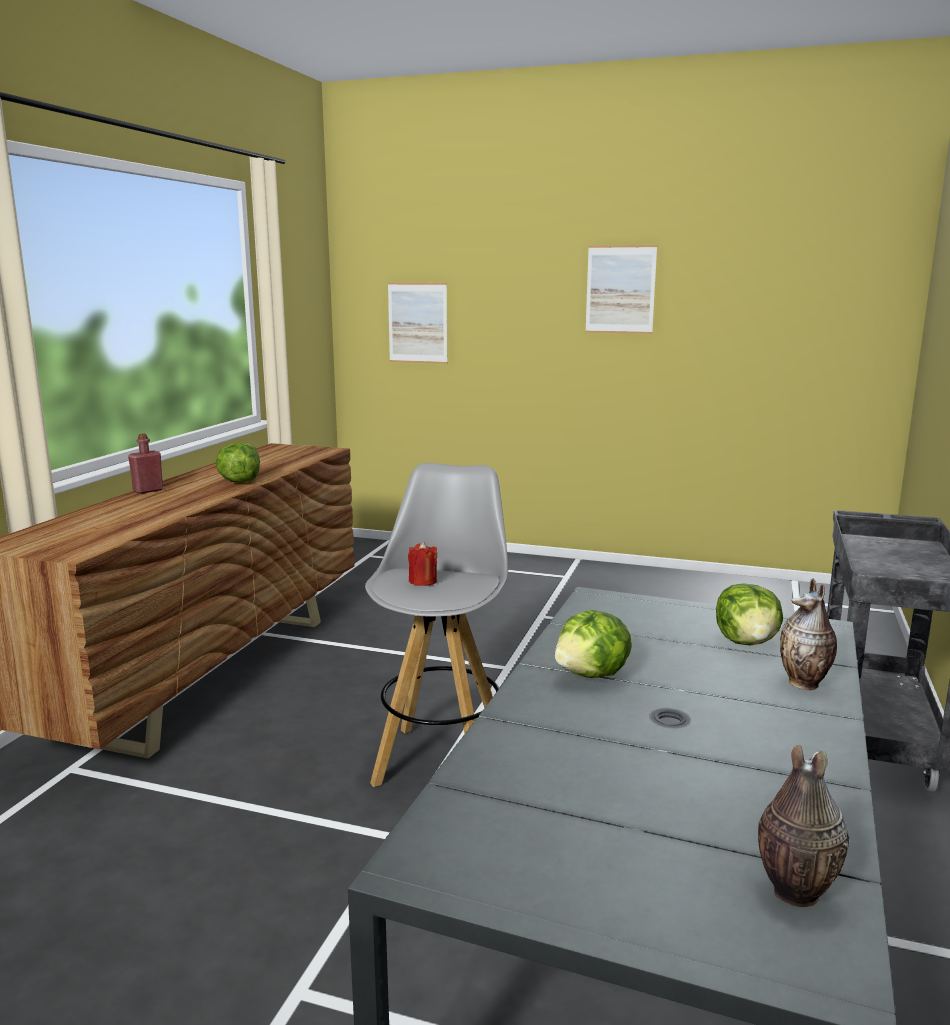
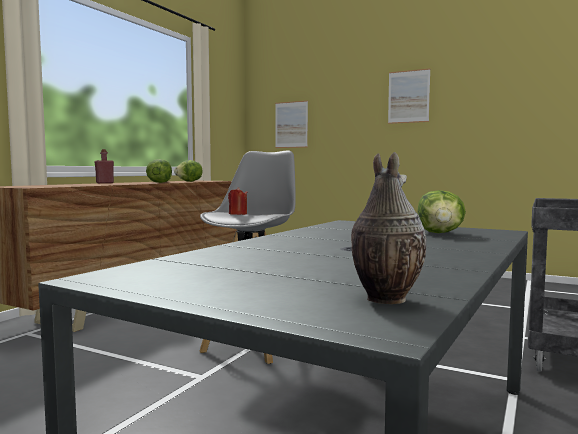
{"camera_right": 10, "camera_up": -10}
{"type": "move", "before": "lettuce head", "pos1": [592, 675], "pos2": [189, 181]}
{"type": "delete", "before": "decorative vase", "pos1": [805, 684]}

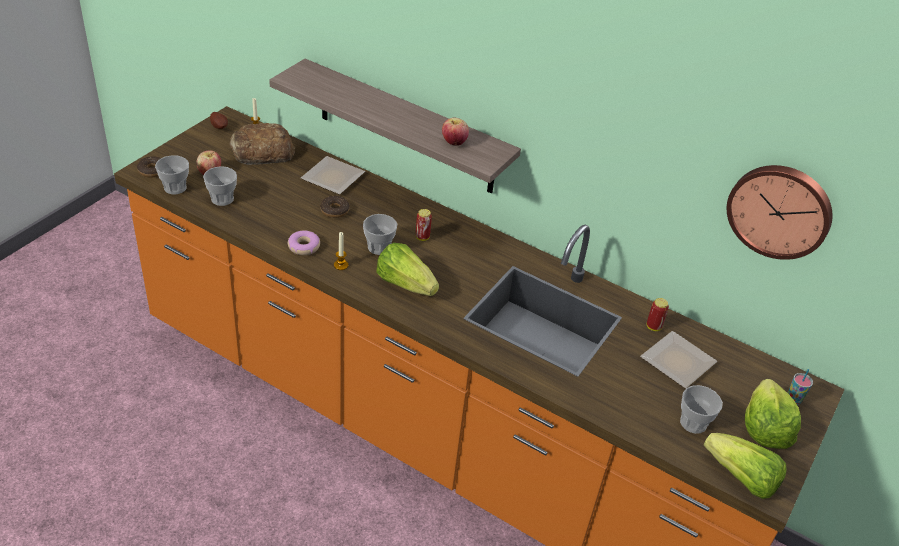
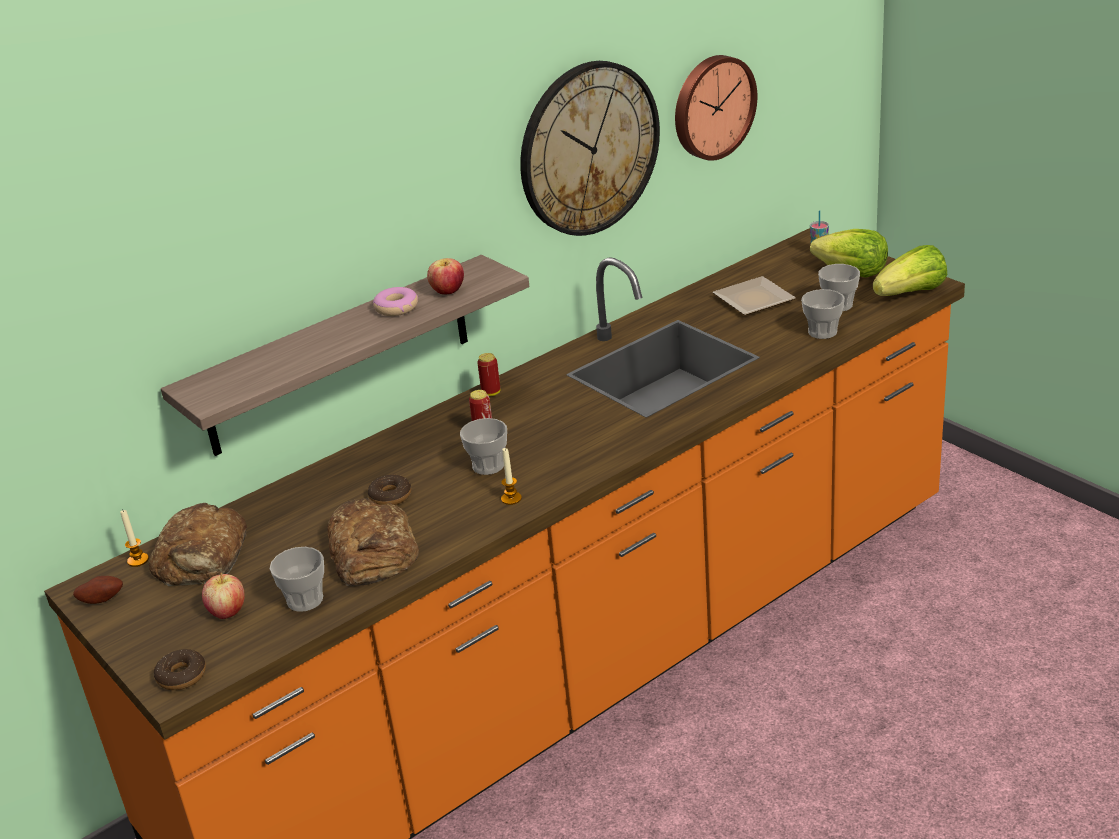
{"camera_right": -65, "camera_up": -10}
{"type": "insert", "after": "bread", "pos2": [372, 552]}
{"type": "move", "before": "donut", "pos1": [303, 247], "pos2": [396, 308]}
{"type": "move", "before": "sealed can", "pos1": [653, 327], "pos2": [491, 393]}
{"type": "insert", "after": "clock on the wall", "pos2": [589, 148]}
{"type": "move", "before": "cup", "pos1": [175, 188], "pos2": [822, 332]}
{"type": "delete", "before": "plate", "pos1": [333, 179]}
{"type": "delete", "before": "lettuce head", "pos1": [405, 284]}

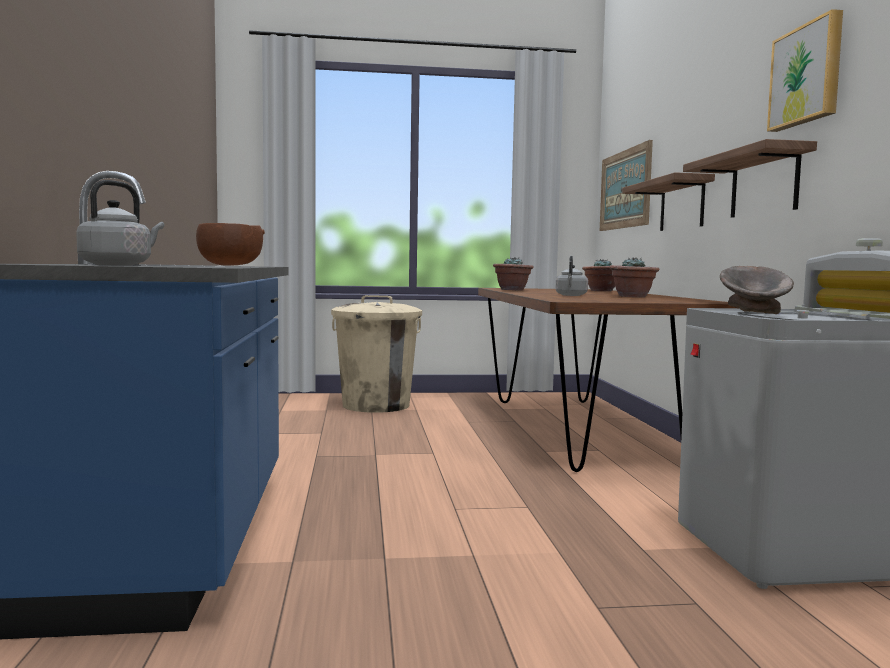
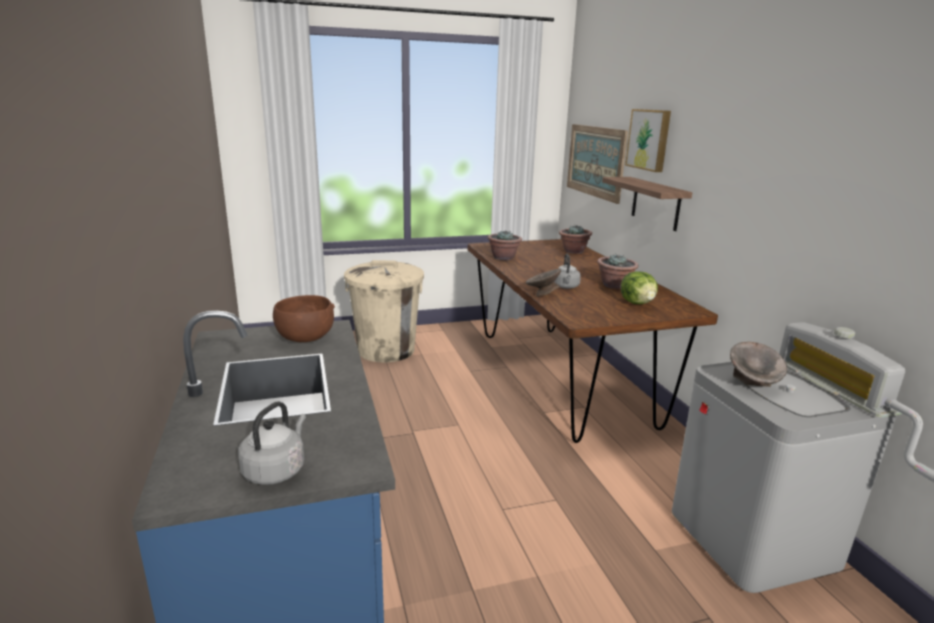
{"camera_right": -10, "camera_up": 15}
{"type": "insert", "after": "bowl (gray)", "pos2": [542, 294]}
{"type": "insert", "after": "lettuce head", "pos2": [638, 303]}
{"type": "move", "before": "wall picture", "pos1": [807, 75], "pos2": [649, 139]}
{"type": "delete", "before": "shelf", "pos1": [764, 184]}

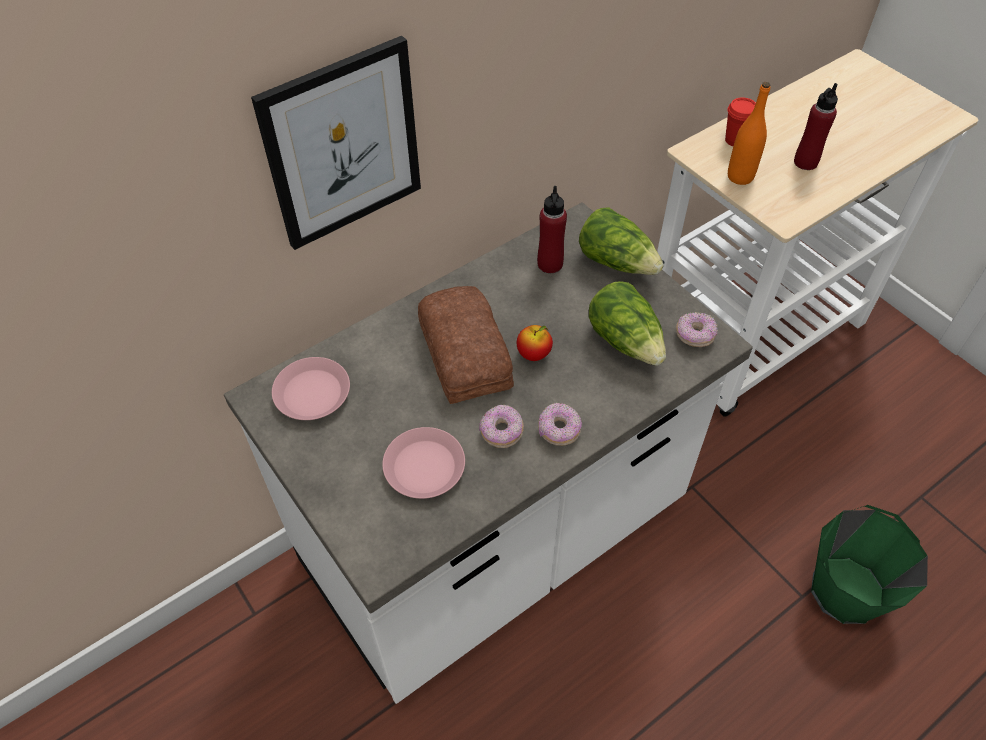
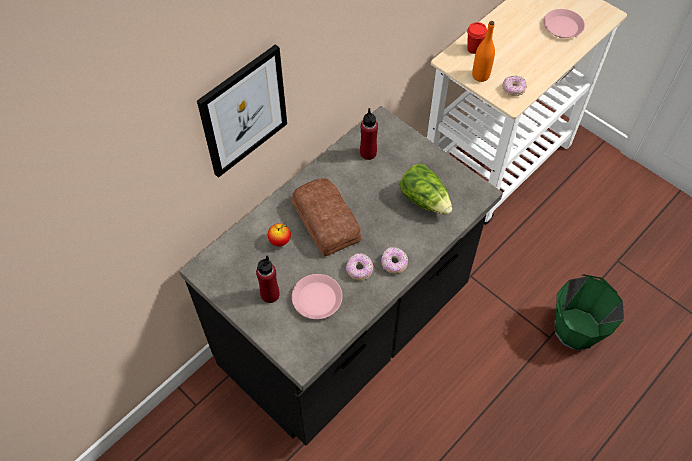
{"camera_right": -10, "camera_up": 5}
{"type": "recolor", "before": "counter (white-coloured)", "after": "counter (black-coloured)", "pos1": [494, 538], "pos2": [346, 330]}
{"type": "move", "before": "bottle (red)", "pos1": [805, 162], "pos2": [270, 294]}
{"type": "move", "before": "apple", "pos1": [534, 354], "pos2": [280, 241]}
{"type": "move", "before": "donut", "pos1": [694, 336], "pos2": [513, 89]}
{"type": "move", "before": "plate (pinkish)", "pos1": [313, 393], "pos2": [563, 27]}
{"type": "delete", "before": "lettuce head", "pos1": [617, 262]}

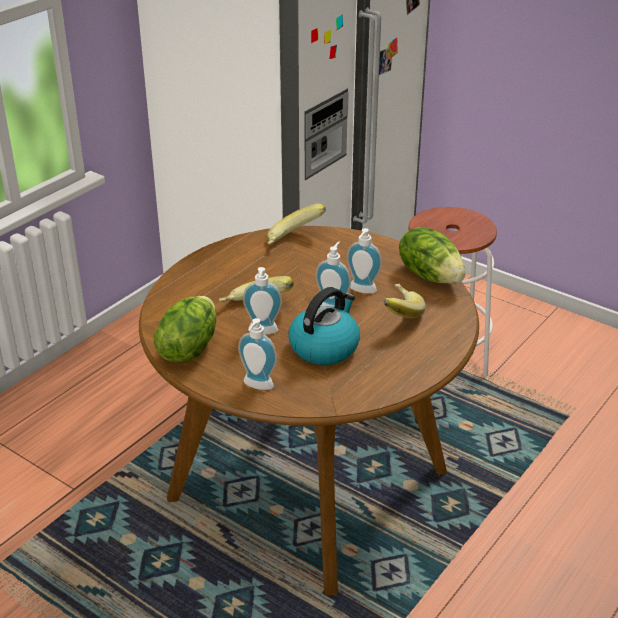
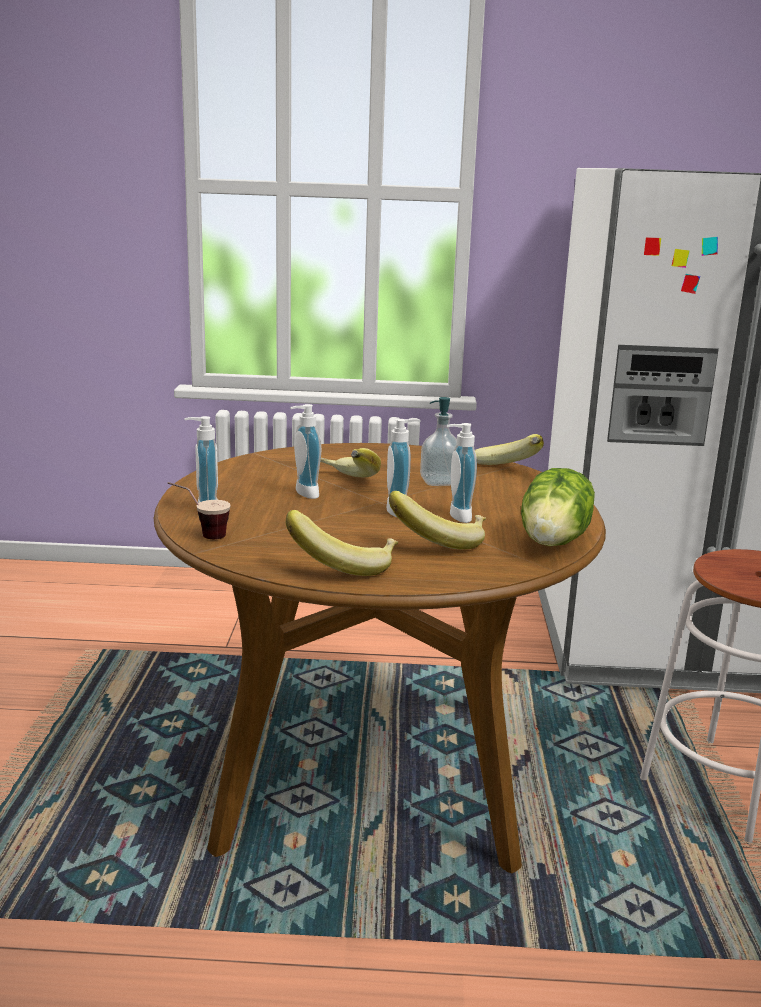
{"camera_right": 55, "camera_up": -15}
{"type": "insert", "after": "cup", "pos2": [200, 536]}
{"type": "insert", "after": "banana fruit", "pos2": [344, 565]}
{"type": "insert", "after": "soap dispenser", "pos2": [439, 482]}
{"type": "delete", "before": "lettuce head", "pos1": [188, 348]}
{"type": "delete", "before": "tea kettle", "pos1": [324, 347]}

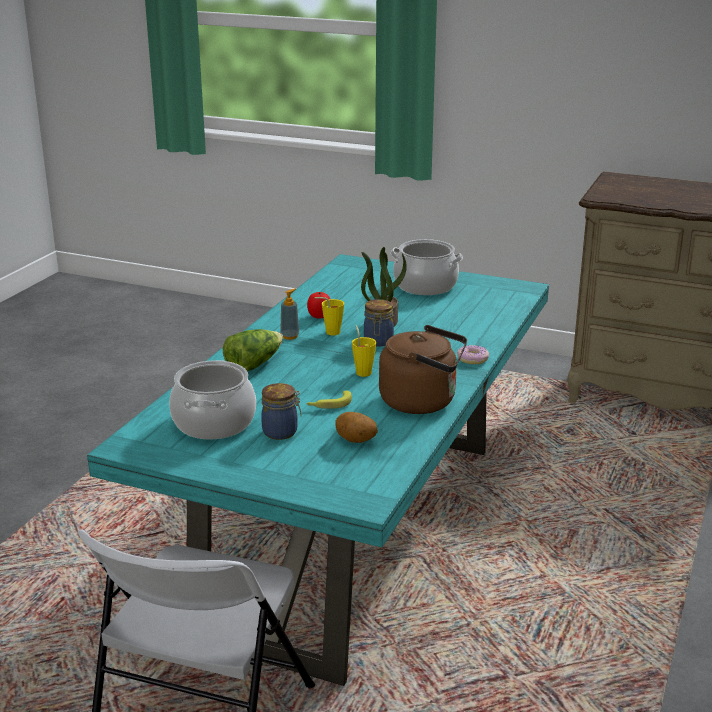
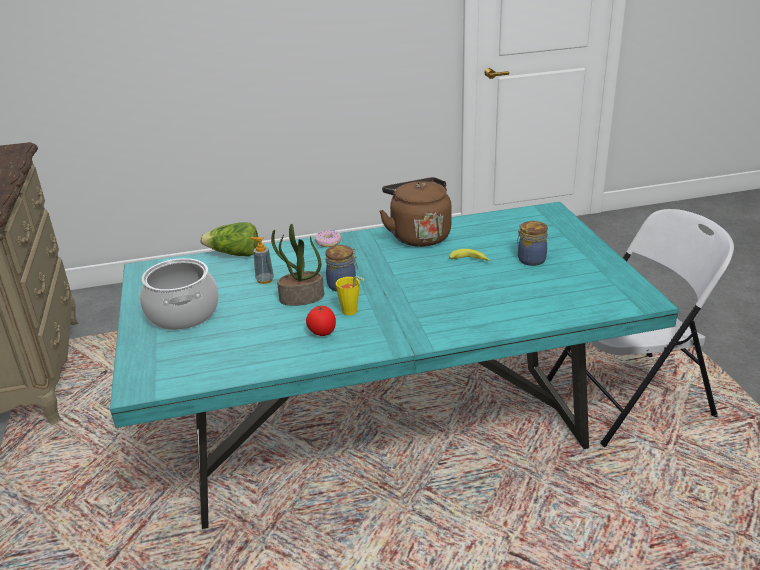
{"camera_right": -125, "camera_up": 5}
{"type": "move", "before": "lettuce head", "pos1": [253, 364], "pos2": [234, 254]}
{"type": "move", "before": "soap dispenser", "pos1": [290, 336], "pos2": [264, 280]}
{"type": "delete", "before": "saucepot", "pos1": [213, 423]}
{"type": "delete", "before": "spud", "pos1": [355, 441]}
{"type": "delete", "before": "cup (yellow-coloured)", "pos1": [363, 371]}

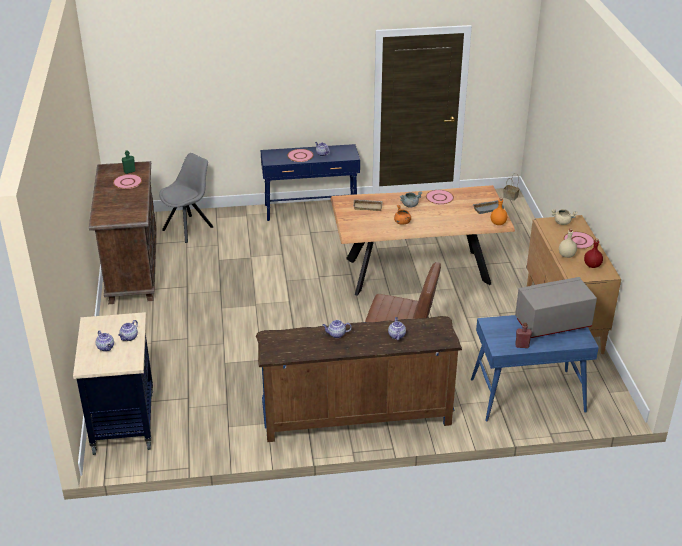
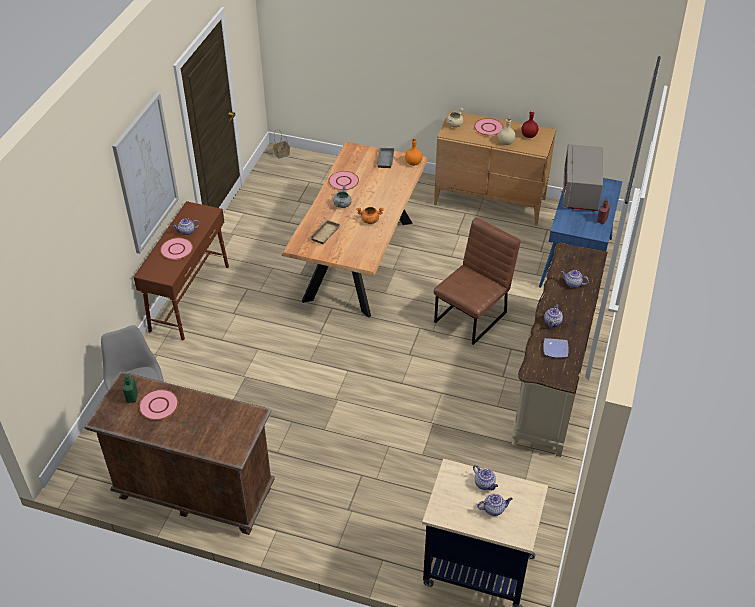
{"camera_right": -65, "camera_up": 10}
{"type": "insert", "after": "wall picture", "pos2": [146, 174]}
{"type": "recolor", "before": "console table (bluish)", "after": "console table (brown)", "pos1": [311, 210], "pos2": [190, 298]}
{"type": "recolor", "before": "cupboard (bluish)", "after": "cupboard (beige-coloured)", "pos1": [356, 415], "pos2": [552, 380]}
{"type": "insert", "after": "plate", "pos2": [555, 349]}

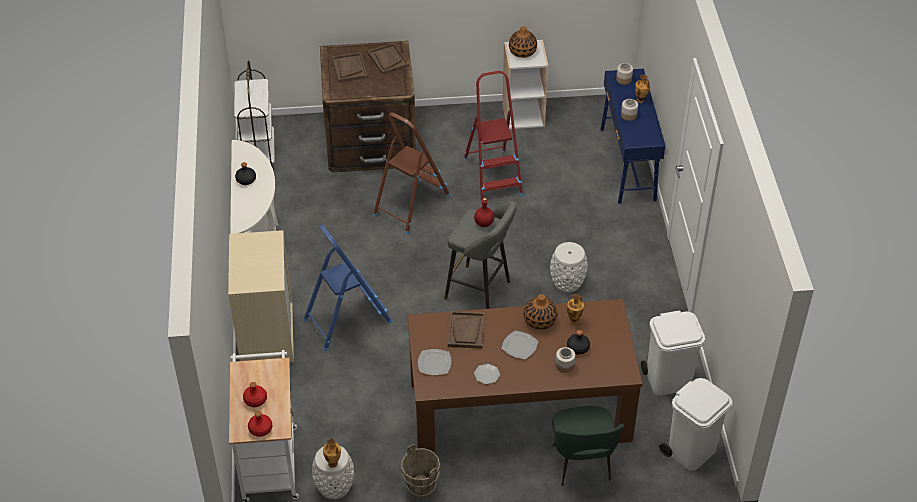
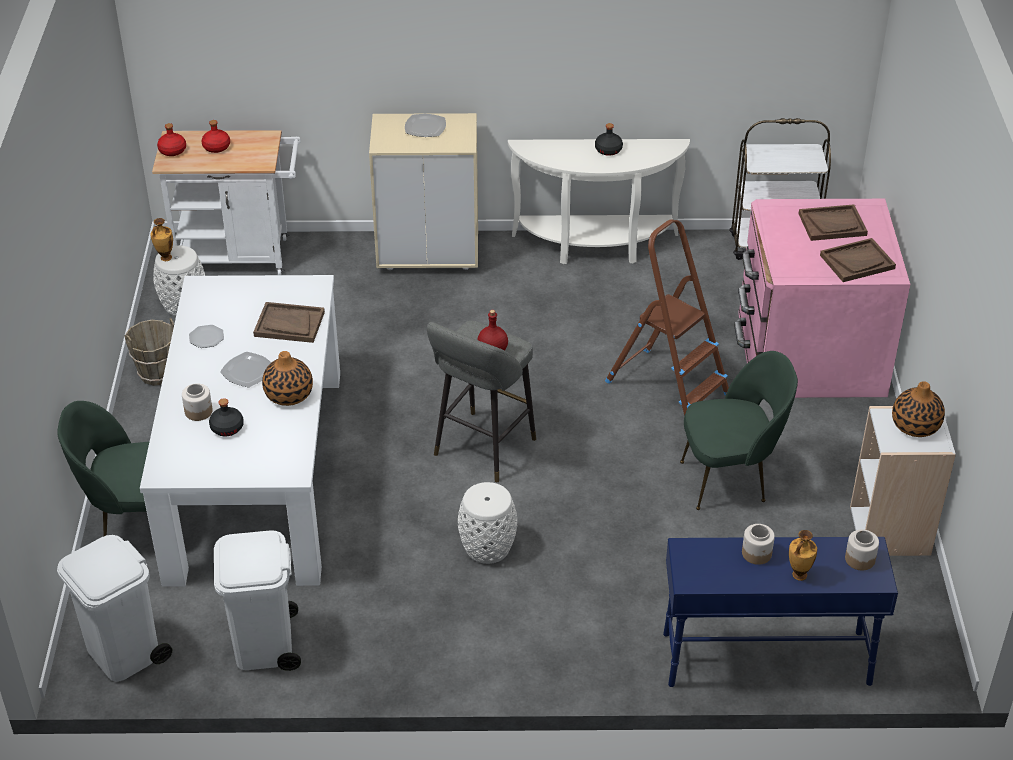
{"camera_right": 95, "camera_up": -5}
{"type": "recolor", "before": "dining table (brown)", "after": "dining table (white-coloured)", "pos1": [519, 407], "pos2": [256, 473]}
{"type": "move", "before": "plate", "pos1": [434, 363], "pos2": [425, 127]}
{"type": "replace", "before": "step stool (red)", "after": "upright chair (green)", "pos1": [493, 177], "pos2": [730, 481]}
{"type": "recolor", "before": "dresser (brown)", "after": "dresser (pinkish)", "pos1": [371, 141], "pos2": [808, 353]}
{"type": "delete", "before": "step stool (bluish)", "pos1": [348, 320]}
{"type": "delete", "before": "decorative vase", "pos1": [574, 321]}

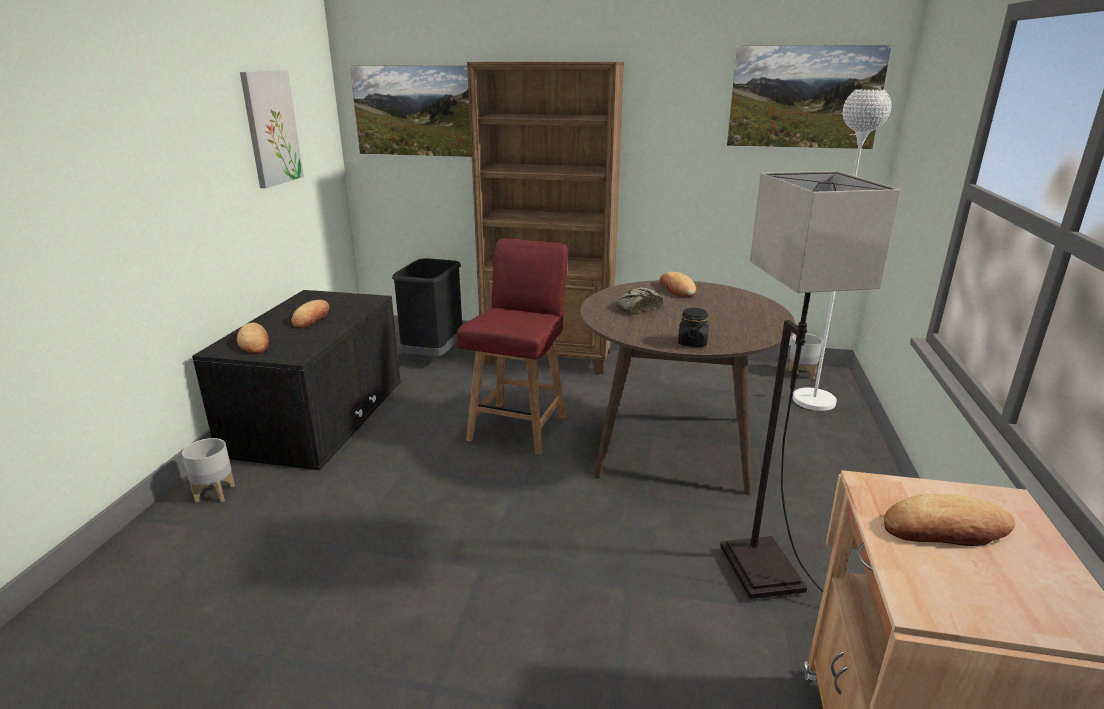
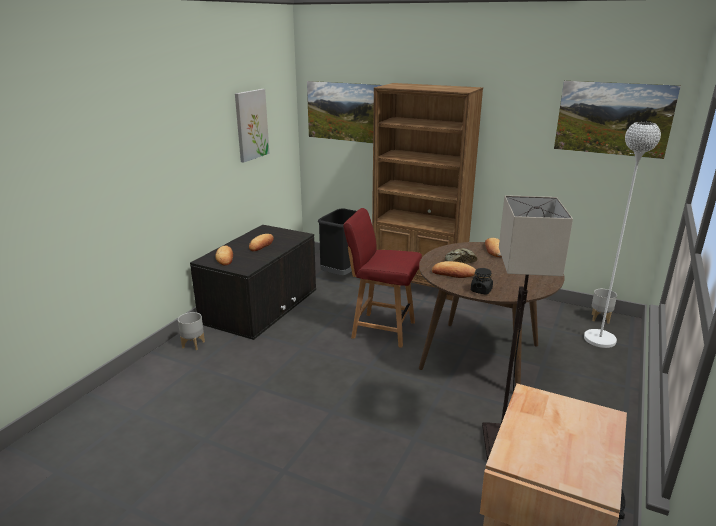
{"camera_right": 15, "camera_up": 0}
{"type": "rotate", "before": "upright chair (red)", "pos1": [519, 426], "pos2": [381, 329], "turn": -105}
{"type": "move", "before": "bread", "pos1": [945, 529], "pos2": [453, 273]}

